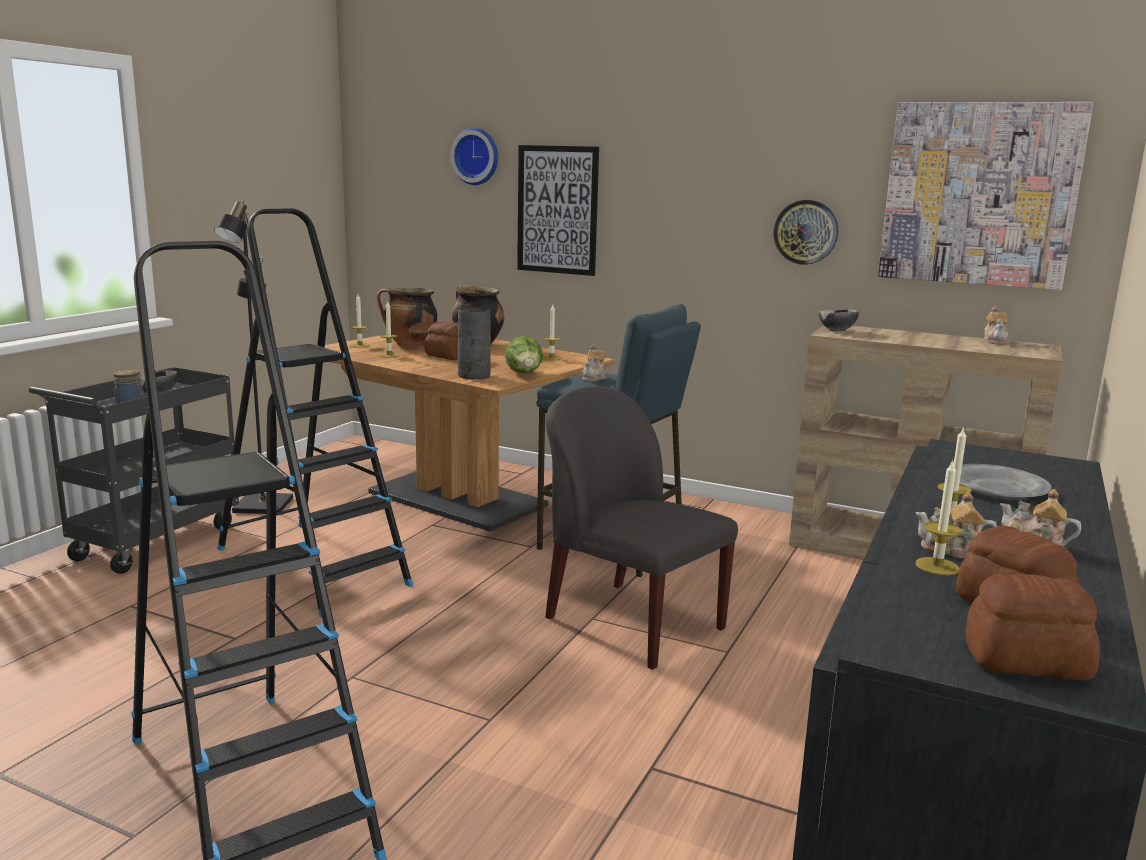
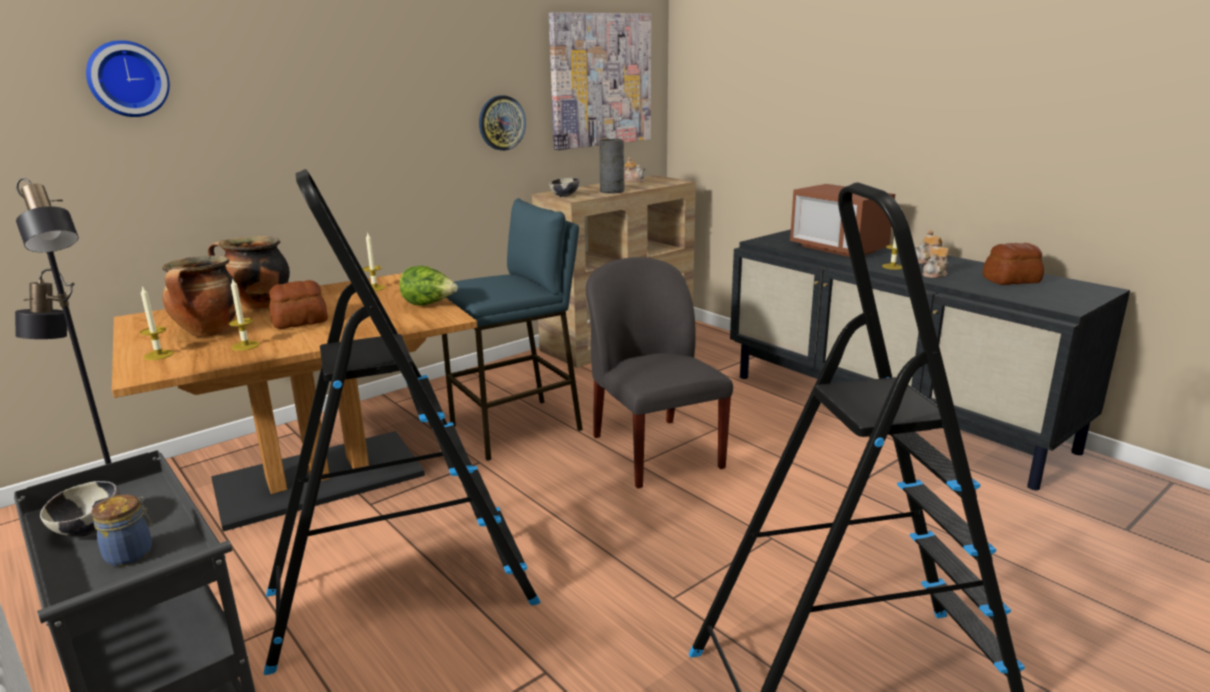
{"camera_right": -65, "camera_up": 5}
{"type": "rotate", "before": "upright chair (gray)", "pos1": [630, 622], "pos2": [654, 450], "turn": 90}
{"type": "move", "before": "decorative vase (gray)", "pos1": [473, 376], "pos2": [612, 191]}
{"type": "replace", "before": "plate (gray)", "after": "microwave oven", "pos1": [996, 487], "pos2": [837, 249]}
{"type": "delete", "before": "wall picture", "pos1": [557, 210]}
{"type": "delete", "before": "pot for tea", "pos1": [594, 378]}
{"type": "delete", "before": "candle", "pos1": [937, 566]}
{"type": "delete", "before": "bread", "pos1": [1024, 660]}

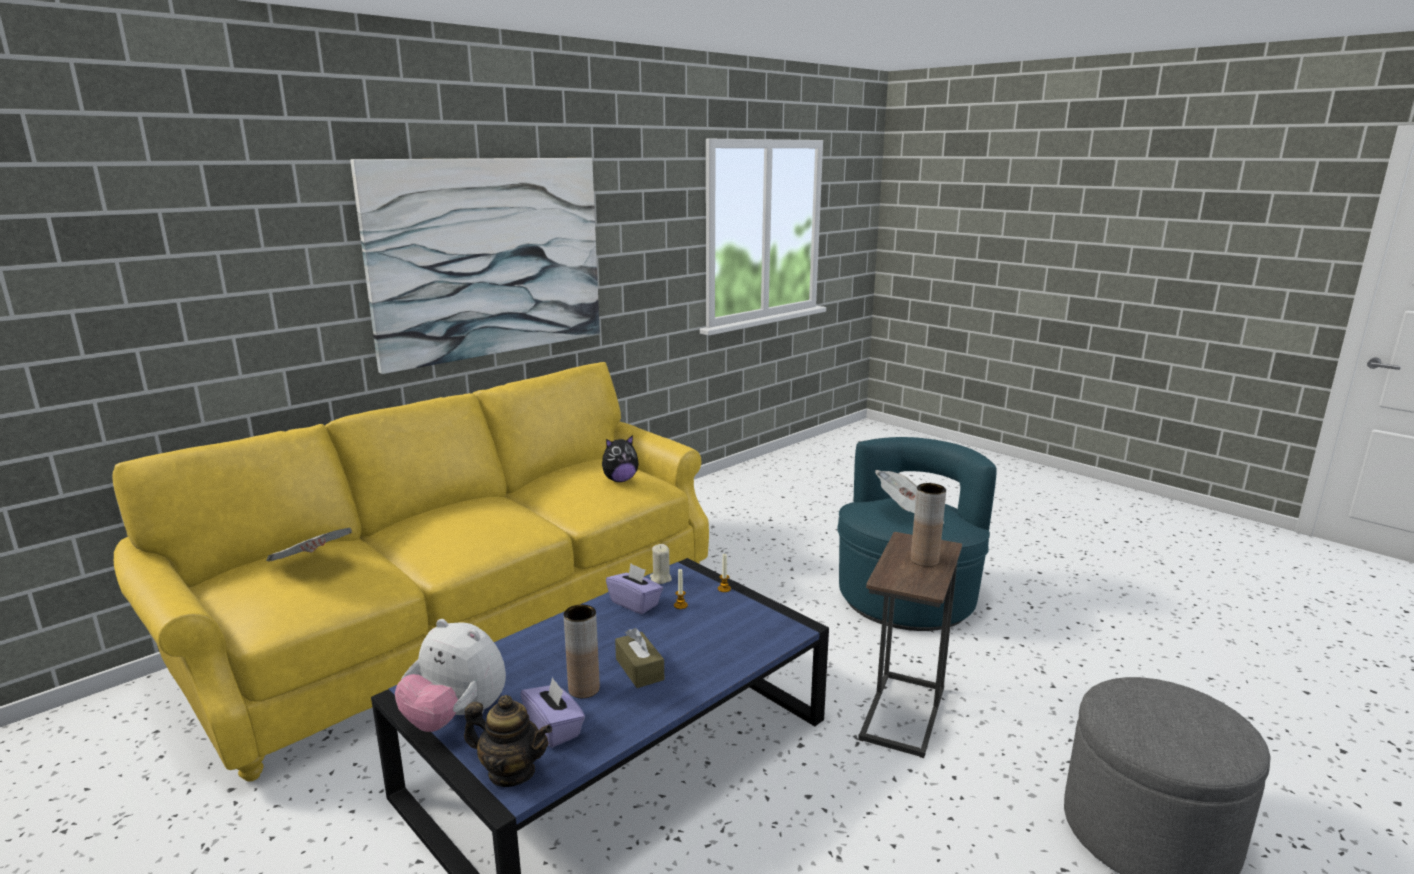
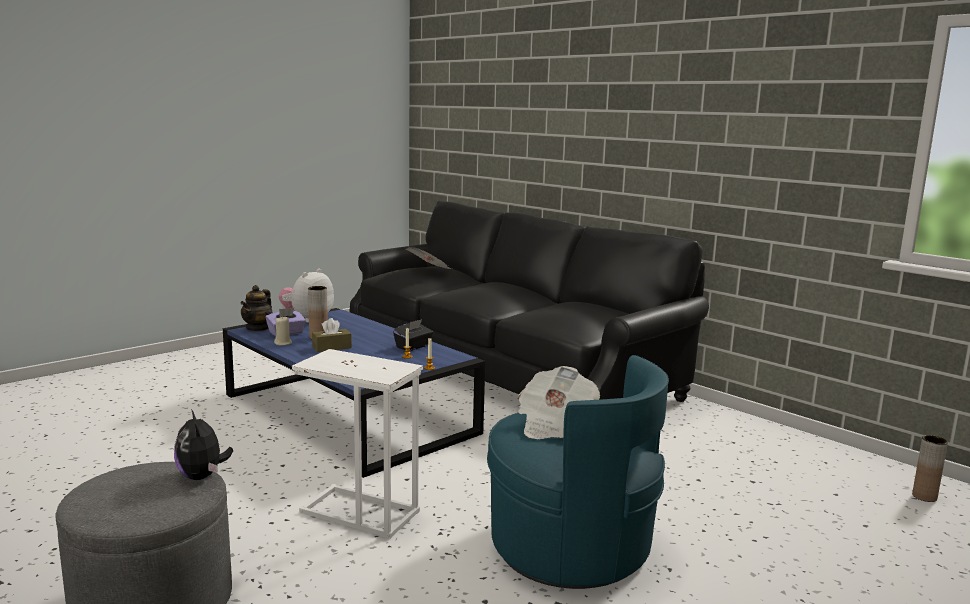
{"camera_right": 90, "camera_up": -5}
{"type": "move", "before": "plush toy", "pos1": [620, 480], "pos2": [202, 476]}
{"type": "move", "before": "candle (beige-coloured)", "pos1": [660, 579], "pos2": [283, 343]}
{"type": "recolor", "before": "accent table (brown)", "after": "accent table (white-coloured)", "pos1": [902, 712], "pos2": [361, 512]}
{"type": "recolor", "before": "settee (yellow-coloured)", "after": "settee (black-coloured)", "pos1": [463, 621], "pos2": [507, 370]}
{"type": "recolor", "before": "tissue box (purple)", "after": "tissue box (black-coloured)", "pos1": [635, 603], "pos2": [413, 347]}
{"type": "move", "before": "decorative vase (brown)", "pos1": [924, 560], "pos2": [924, 497]}
{"type": "delete", "before": "wall picture", "pos1": [489, 258]}

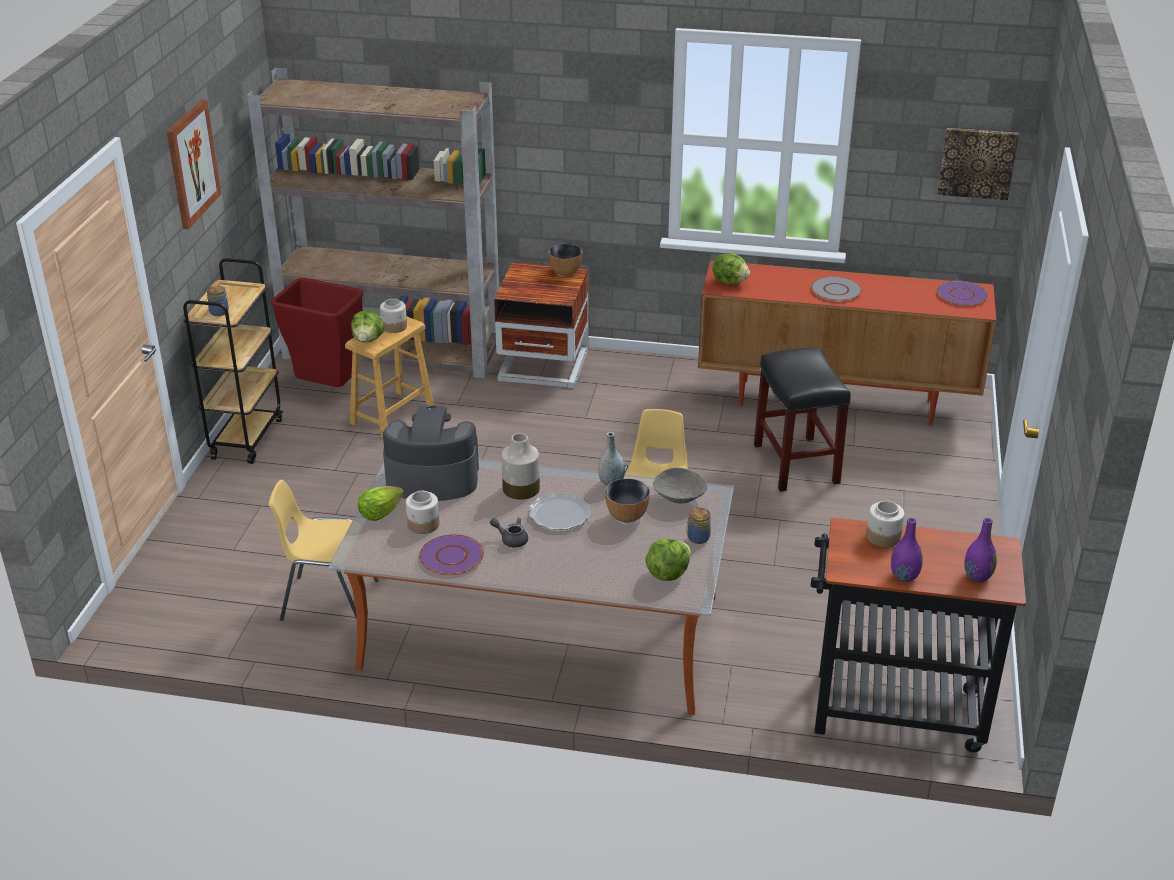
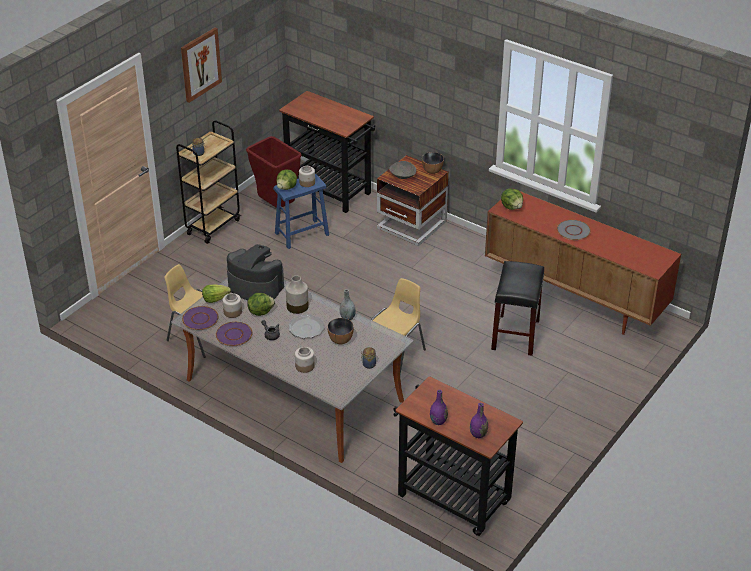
{"camera_right": 25, "camera_up": 5}
{"type": "move", "before": "plate (purple)", "pos1": [962, 294], "pos2": [200, 319]}
{"type": "move", "before": "lettuce head", "pos1": [667, 573], "pos2": [260, 311]}
{"type": "recolor", "before": "stool (brown)", "after": "stool (bluish)", "pos1": [392, 414], "pos2": [301, 234]}
{"type": "replace", "before": "bookshelf (brown)", "after": "trolley (black-coloured)", "pos1": [393, 350], "pos2": [329, 191]}
{"type": "move", "before": "jar", "pos1": [883, 537], "pos2": [304, 366]}
{"type": "move", "before": "bowl (gray)", "pos1": [679, 498], "pos2": [402, 176]}
{"type": "delete", "before": "wall picture", "pos1": [977, 162]}

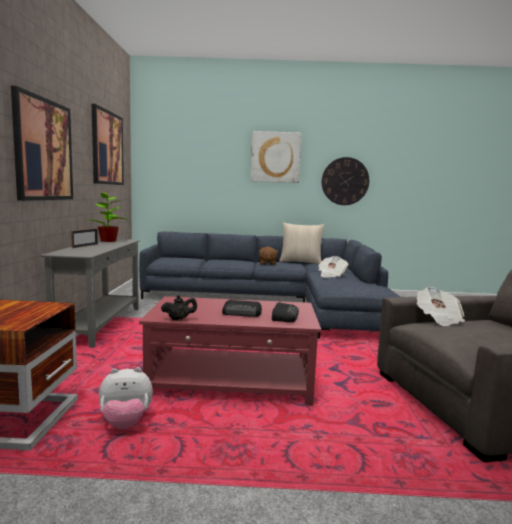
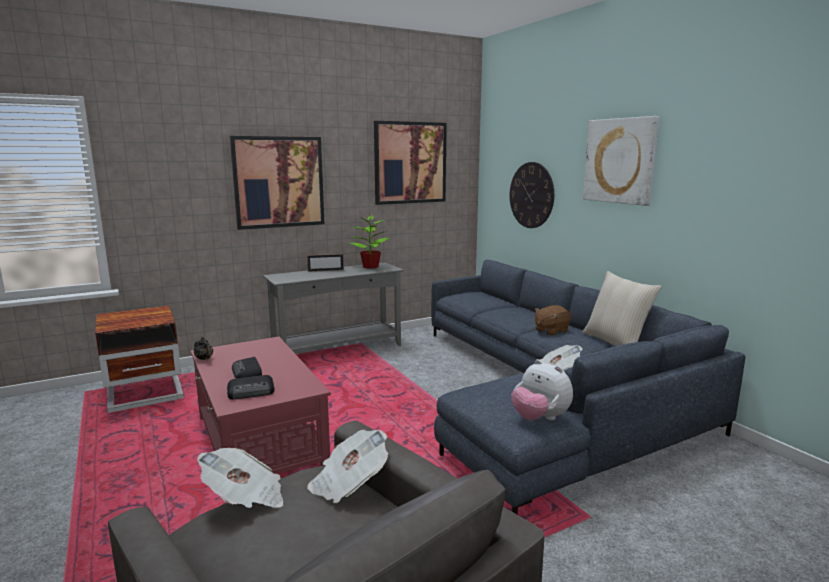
{"camera_right": 60, "camera_up": 5}
{"type": "insert", "after": "daily paper", "pos2": [245, 498]}
{"type": "move", "before": "clock on the wall", "pos1": [345, 181], "pos2": [531, 195]}
{"type": "move", "before": "plush toy", "pos1": [125, 423], "pos2": [540, 418]}

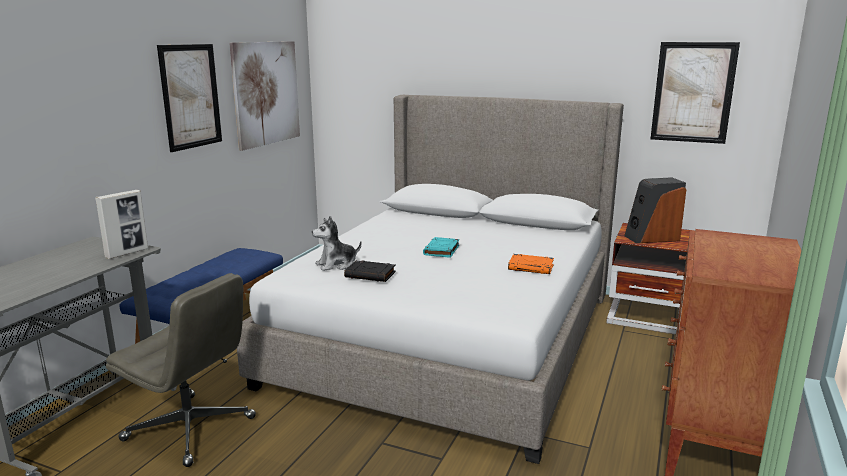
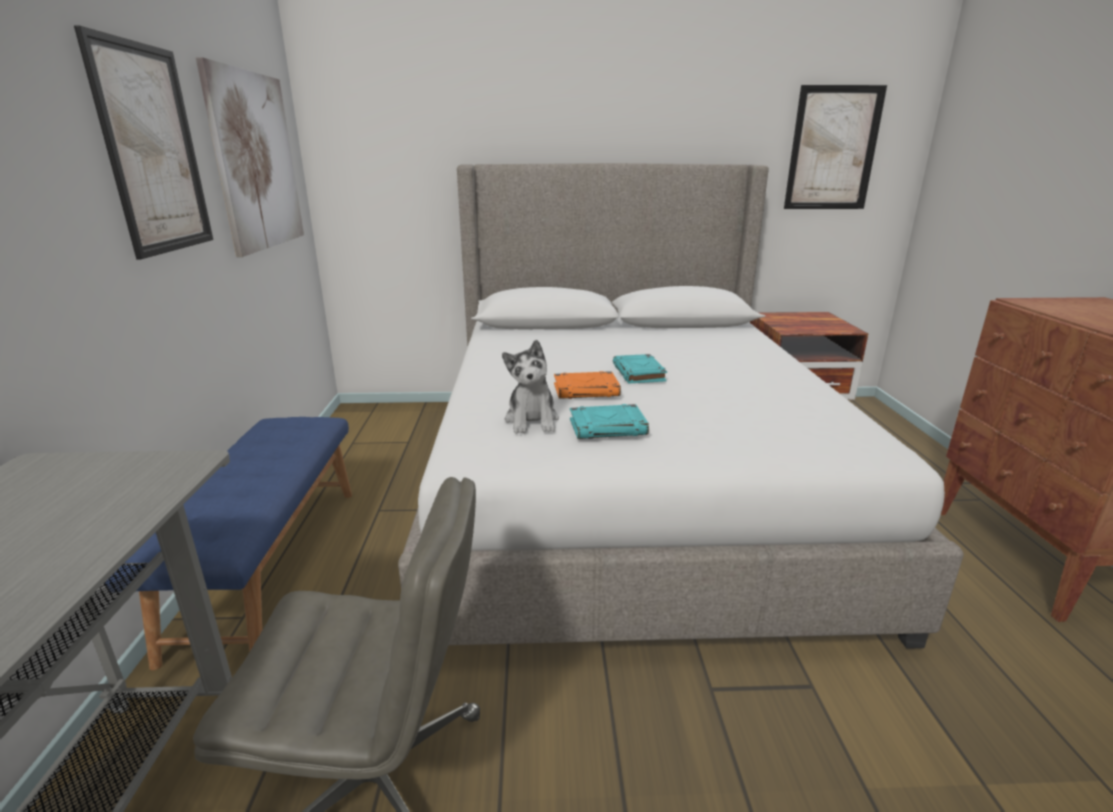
{"camera_right": -25, "camera_up": 5}
{"type": "rotate", "before": "plush toy", "pos1": [336, 264], "pos2": [532, 420], "turn": -45}
{"type": "move", "before": "volume (orange-coloured)", "pos1": [531, 267], "pos2": [587, 390]}
{"type": "recolor", "before": "volume (black-coloured)", "after": "volume (turquoise-coloured)", "pos1": [371, 275], "pos2": [608, 427]}
{"type": "delete", "before": "photo frame", "pos1": [127, 253]}
{"type": "delete", "before": "audio speaker", "pos1": [651, 238]}

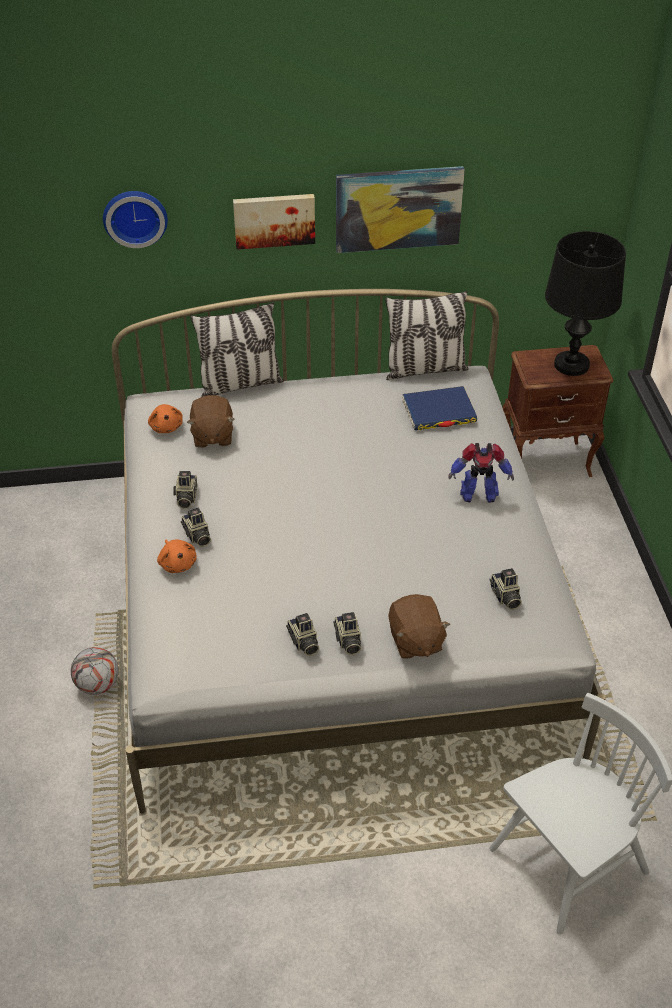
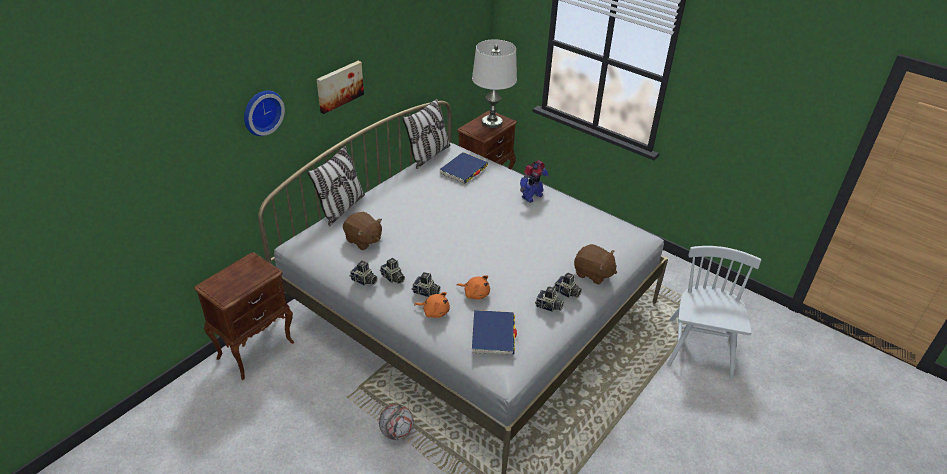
{"camera_right": -45, "camera_up": -5}
{"type": "insert", "after": "night table (brown)", "pos2": [256, 350]}
{"type": "move", "before": "photo camera", "pos1": [505, 597], "pos2": [364, 281]}
{"type": "move", "before": "plush toy (orange-coloured)", "pos1": [166, 426], "pos2": [475, 294]}
{"type": "recolor", "before": "lamp for a table (black-coloured)", "after": "lamp for a table (white-coloured)", "pos1": [571, 365], "pos2": [492, 122]}
{"type": "insert", "after": "volume (bluish)", "pos2": [493, 335]}
{"type": "delete", "before": "wall picture", "pos1": [398, 208]}

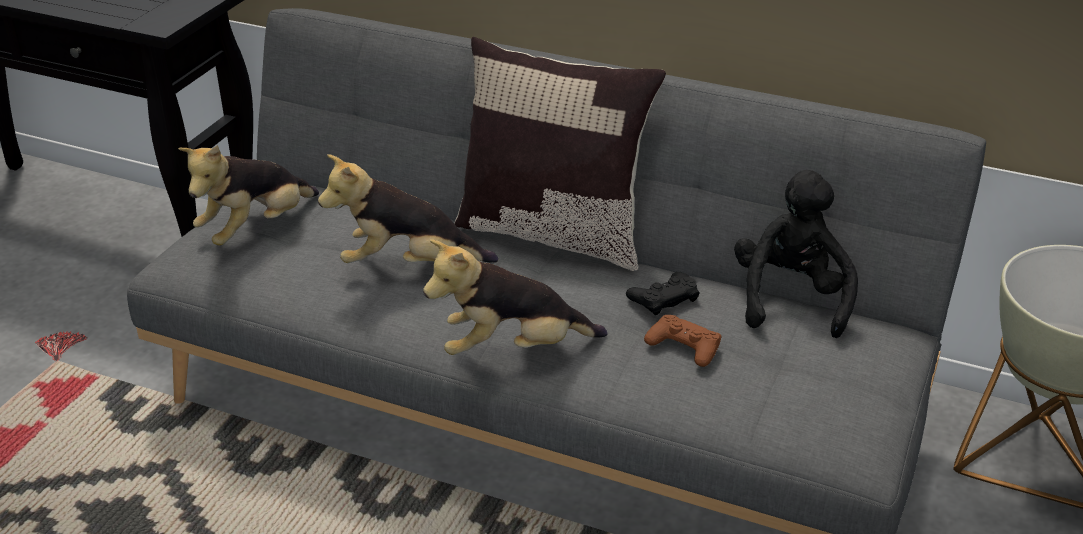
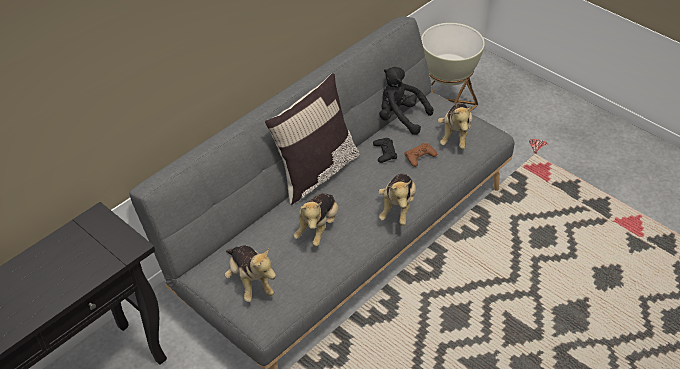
{"camera_right": -70, "camera_up": 10}
{"type": "insert", "after": "plush toy", "pos2": [455, 136]}

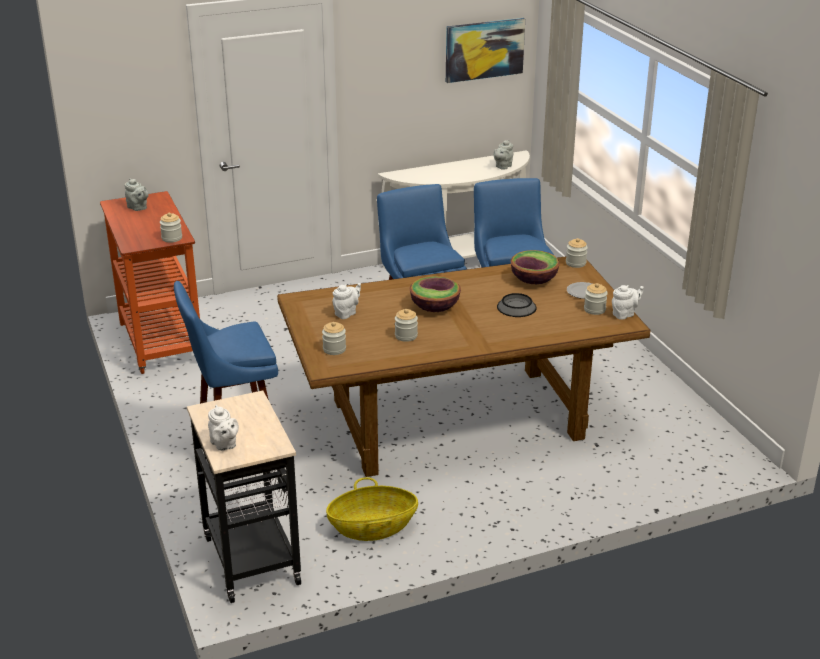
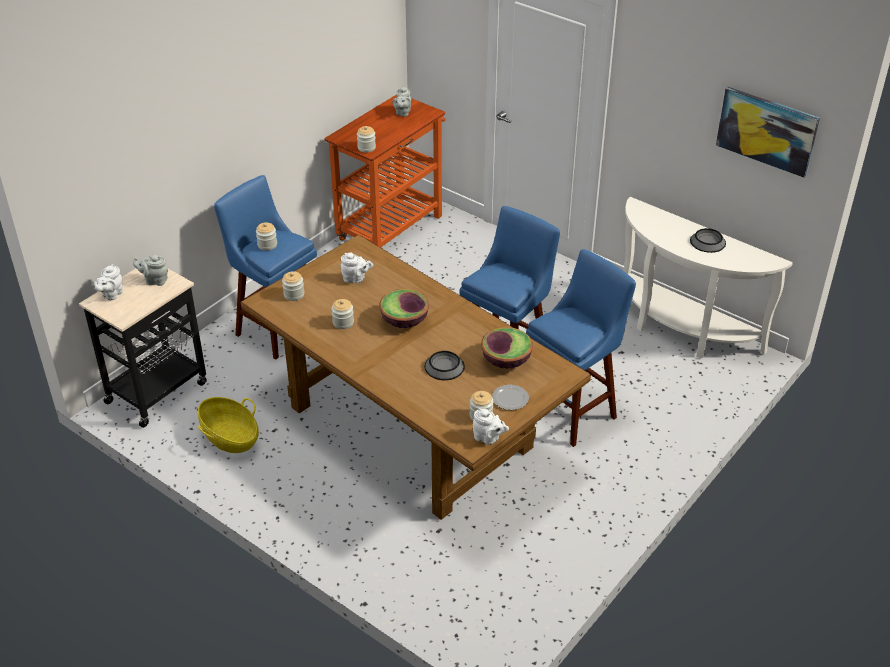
{"camera_right": 60, "camera_up": 10}
{"type": "move", "before": "pot for tea (gray)", "pos1": [502, 166], "pos2": [155, 280]}
{"type": "move", "before": "jar", "pos1": [575, 263], "pos2": [267, 245]}
{"type": "insert", "after": "bowl", "pos2": [708, 242]}

